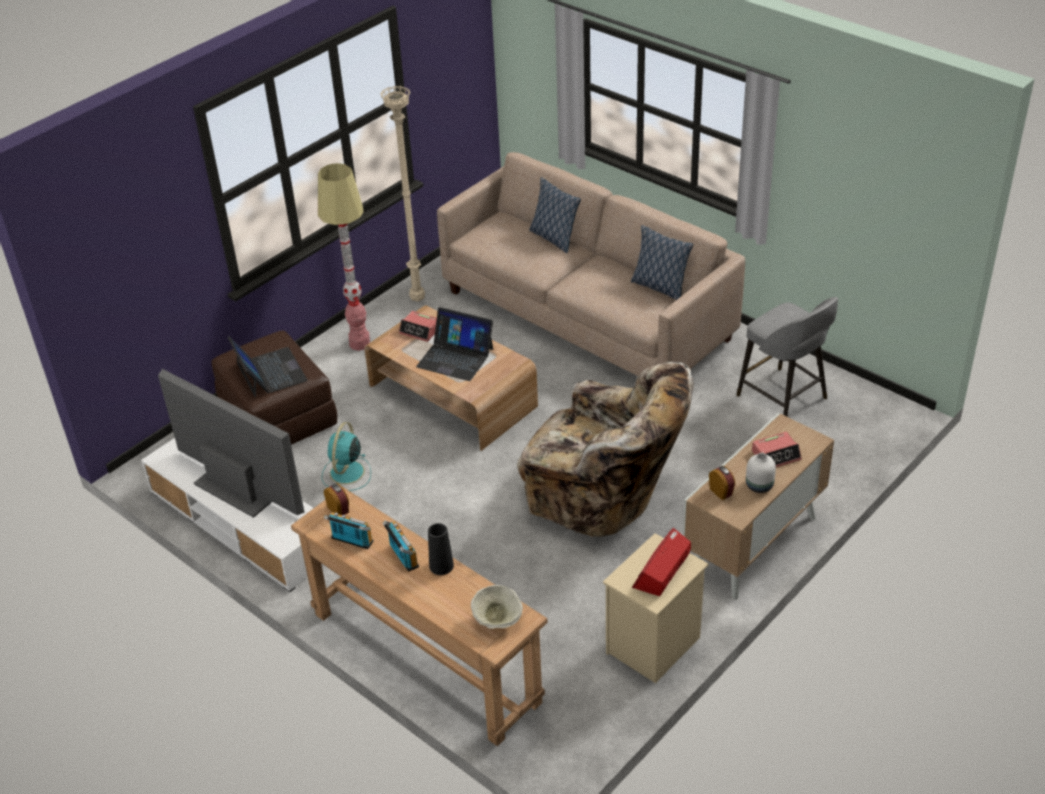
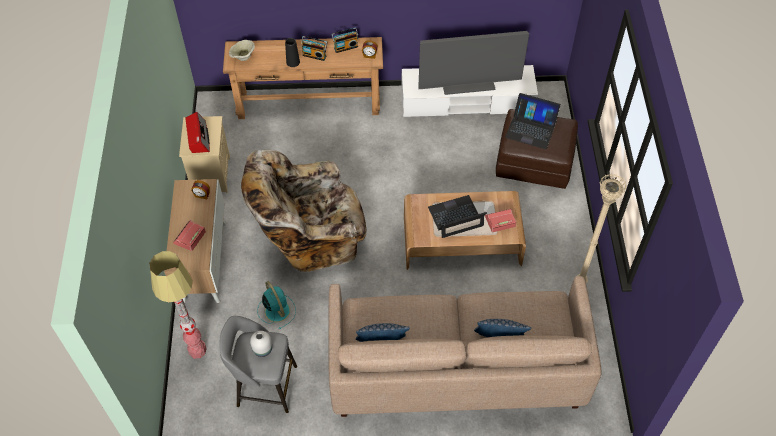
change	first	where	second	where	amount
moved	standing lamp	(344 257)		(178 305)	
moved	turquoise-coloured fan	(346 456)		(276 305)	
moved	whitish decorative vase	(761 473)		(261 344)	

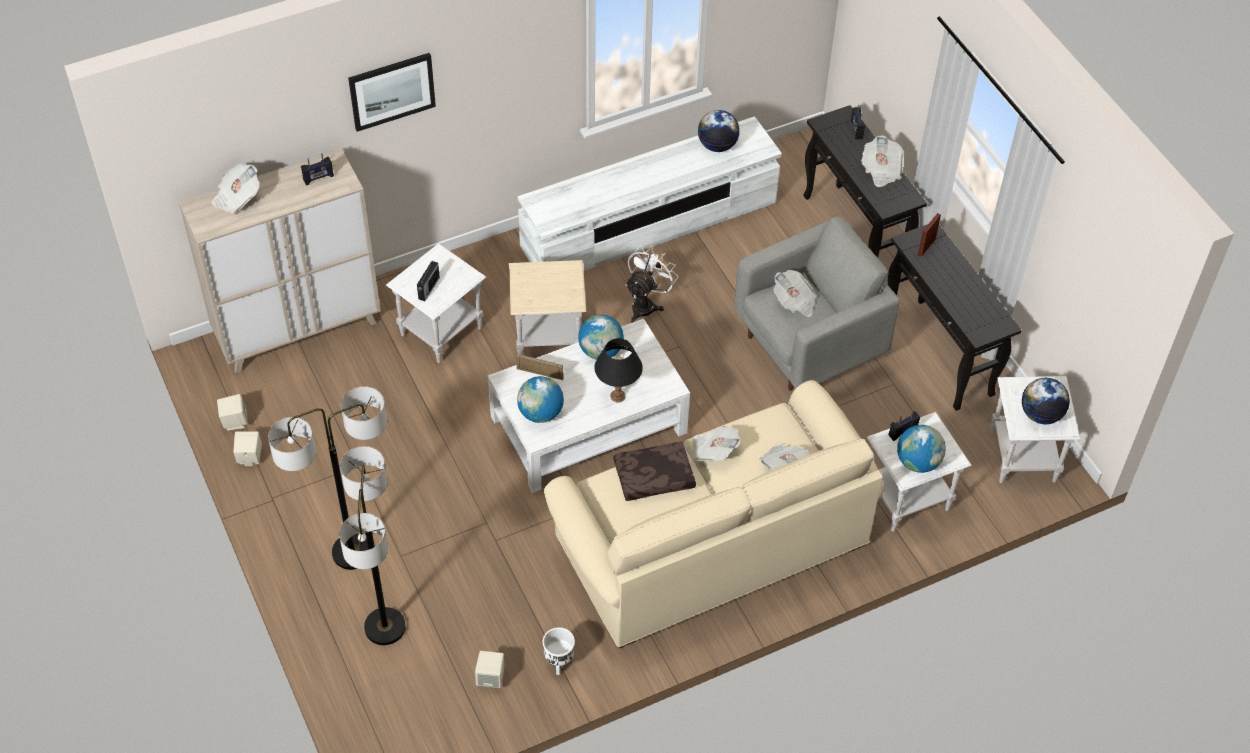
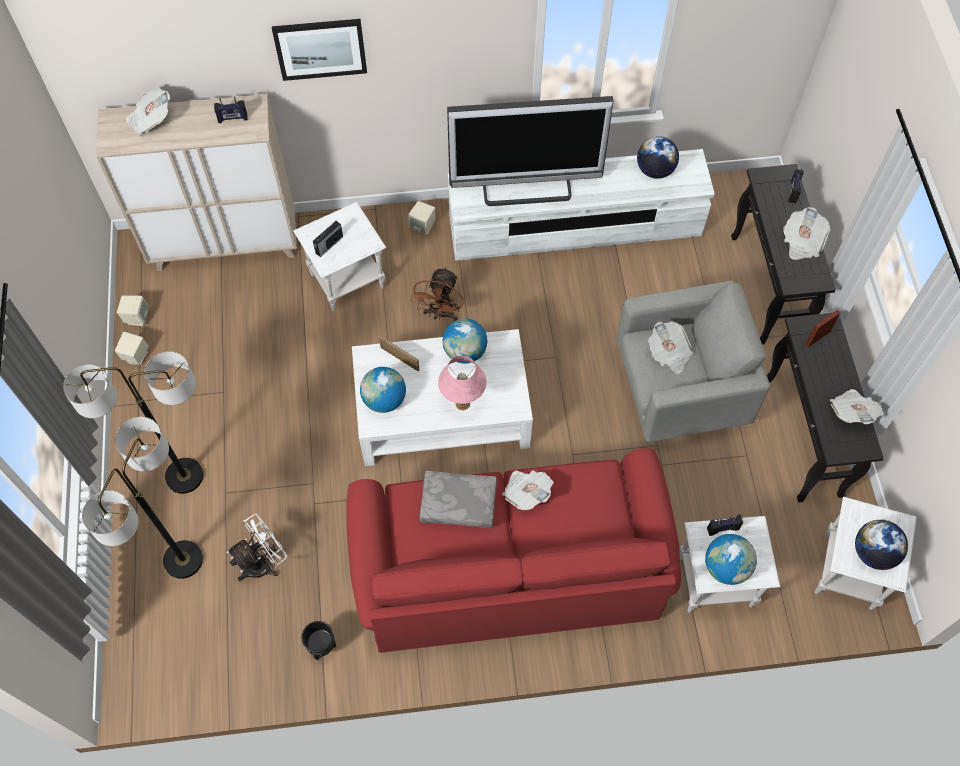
change	first	where	second	where	amount
added			TV	(530 151)	
moved	beige loudspeaker	(489 669)		(421 218)	
moved	whitish fan	(651 284)		(257 547)	
moved	printed paper	(784 457)		(857 406)	
replaced	beige end table	(547 307)	brown fan	(437 294)	
recoloured	whitish plant pot	(559 651)	blackish plant pot	(319 640)	
recoloured	beige settee	(714 514)	red-coloured settee	(513 550)	
recoloured	blackish table lamp	(618 370)	pink-coloured table lamp	(462 383)	
recoloured	brown cushion	(654 471)	grey cushion	(458 499)	

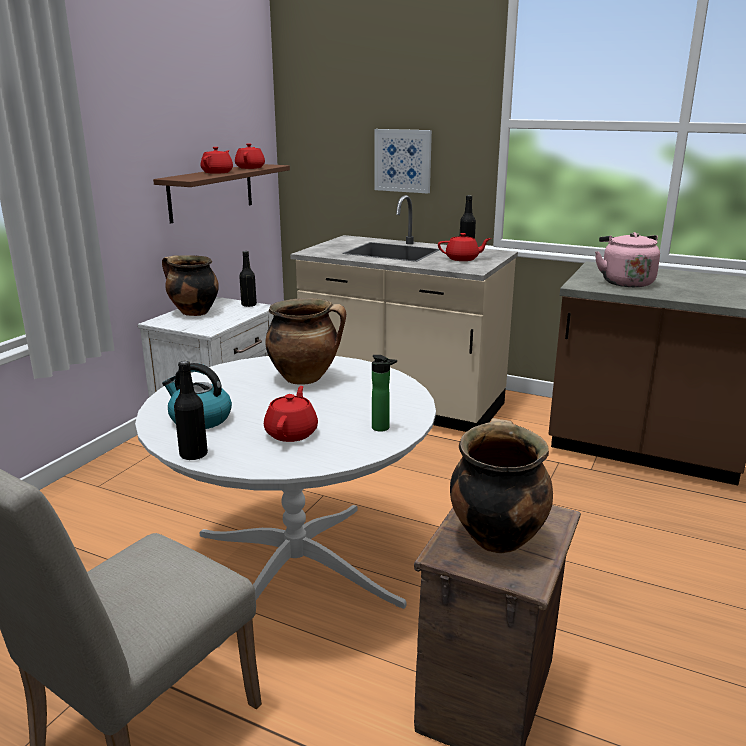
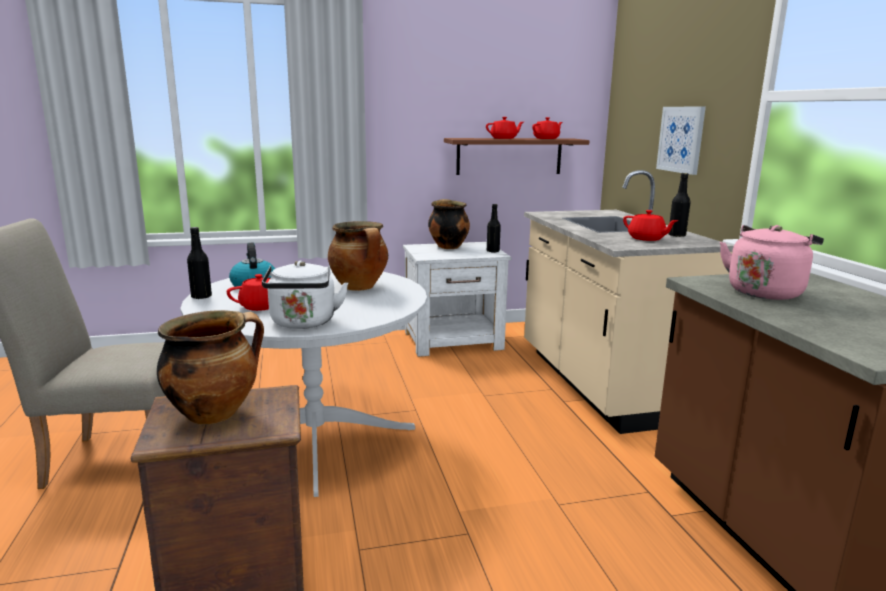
change	first	where	second	where	amount
replaced	bottle	(384 393)	whitish tea kettle	(305 295)	

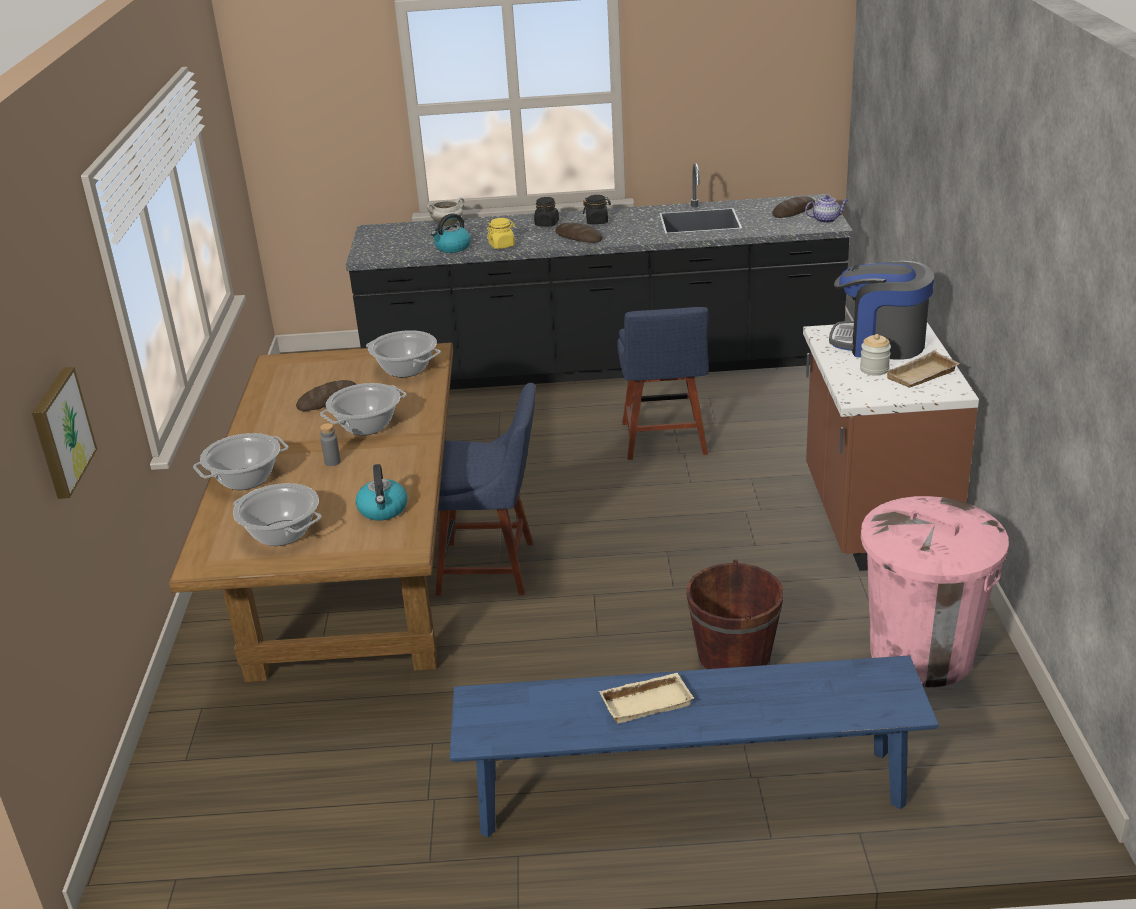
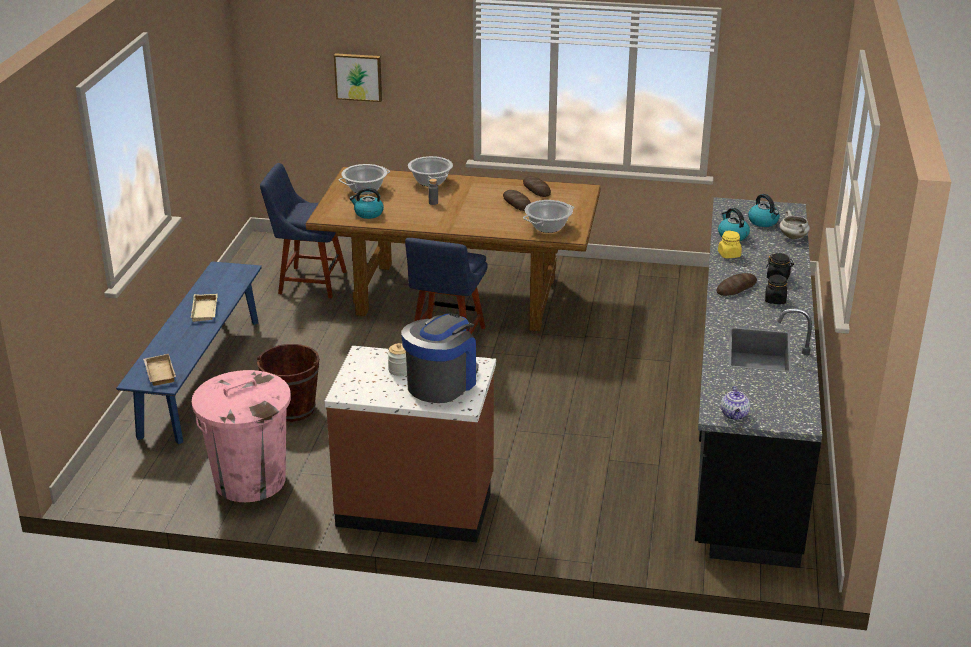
change	first	where	second	where	amount
removed	stockpot	(363 409)			
added			tea kettle	(764 210)	
moved	blue plain chair	(663 383)		(303 231)	
moved	bakery bread	(793 207)		(537 186)	
moved	beige tray	(922 369)		(159 370)	

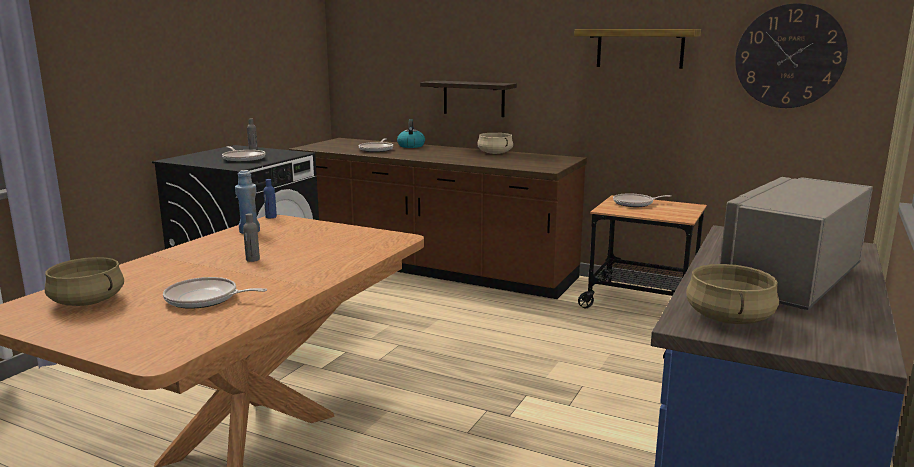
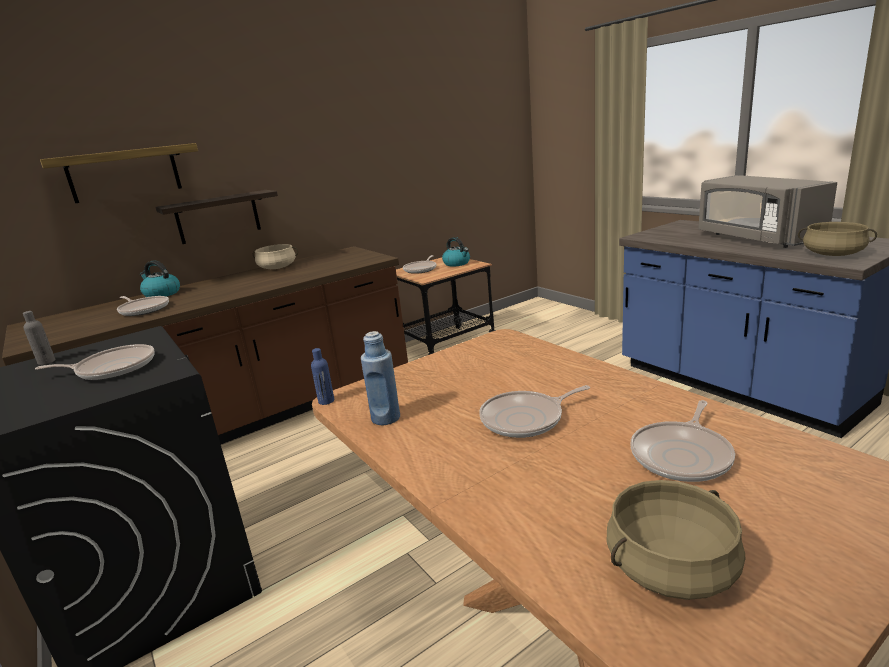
change	first	where	second	where	amount
removed	wall clock	(791 55)			
added			tea kettle	(456 252)	
moved	shelf	(637 49)		(119 173)	
replaced	grey bottle	(251 237)	frying pan	(534 411)	

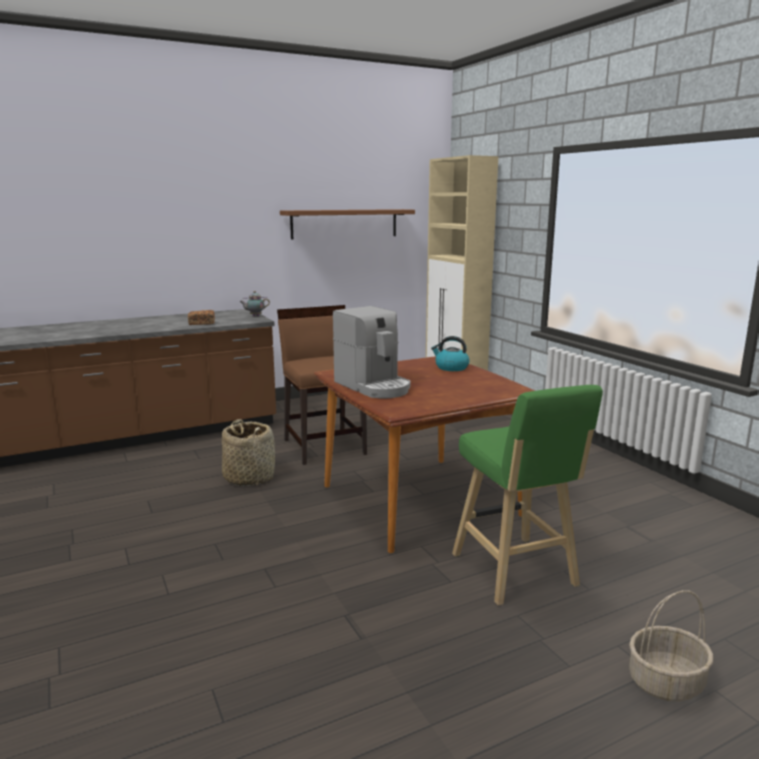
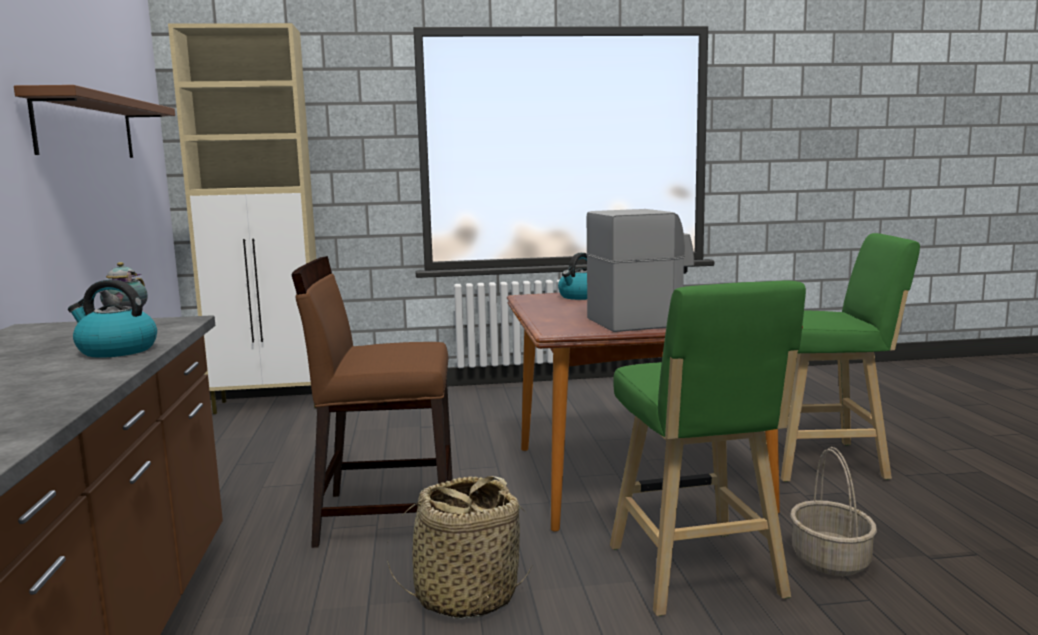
change	first	where	second	where	amount
added			green-coloured stool	(708 448)	
moved	basket	(671 645)		(833 511)	
replaced	bakery bread	(201 317)	tea kettle	(112 318)	

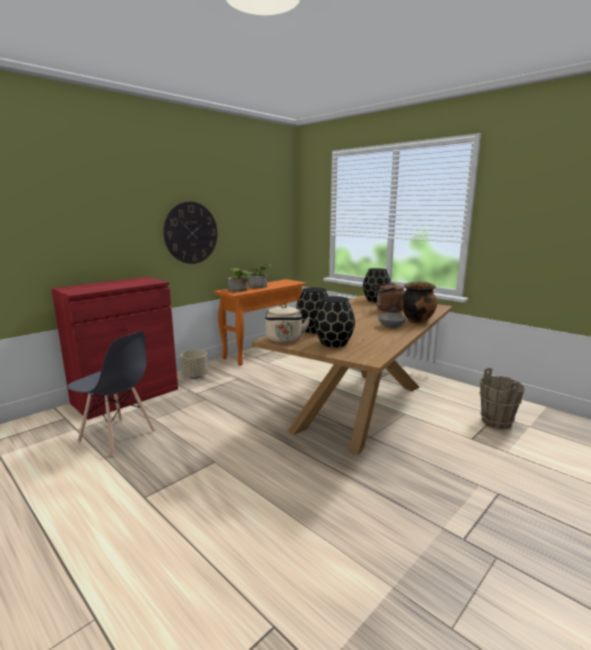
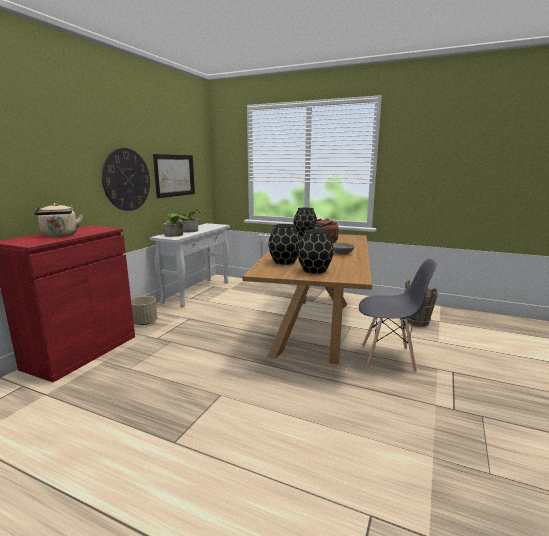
change	first	where	second	where	amount
removed	stockpot	(419 302)			
added			wall art	(174 176)	
moved	grey plain chair	(111 394)		(398 315)	
moved	beige tea kettle	(288 324)		(58 220)	
recoloured	orange hall table	(260 322)	whitish hall table	(190 265)	

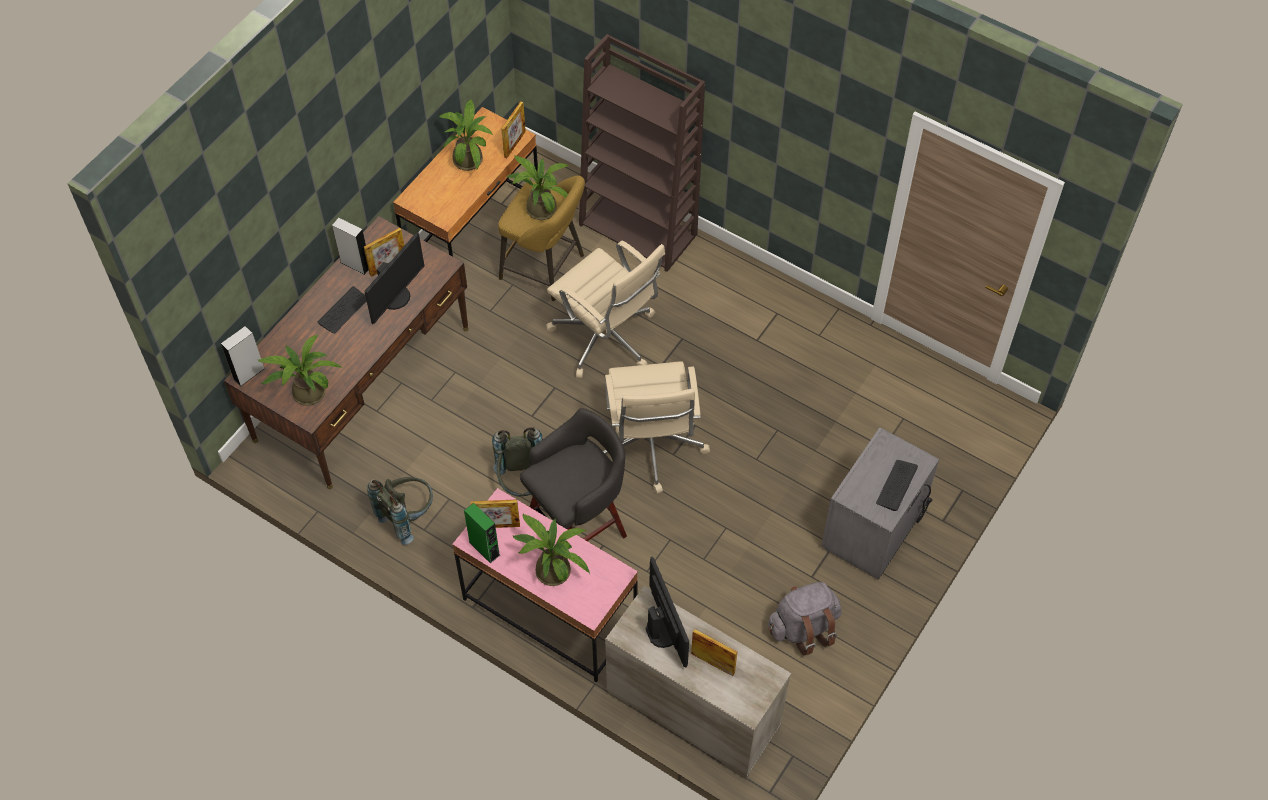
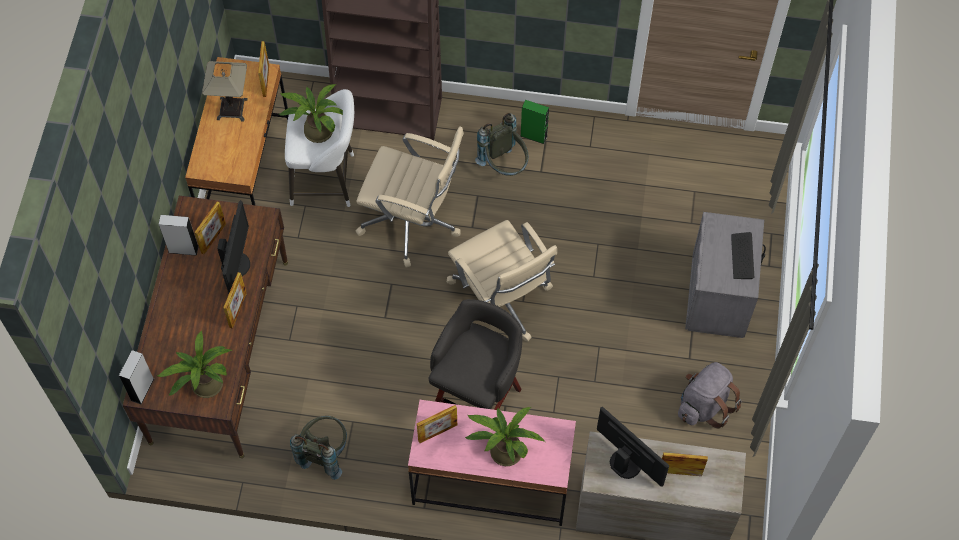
change	first	where	second	where	amount
removed	PC keyboard	(341 310)			
added			photo frame	(235 300)	
moved	green-coloured loudspeaker	(482 533)		(534 122)	
moved	grey backpack	(517 461)		(502 144)	
replaced	potted plant	(466 135)	table lamp	(225 91)	
recoloured	yellowish stool	(541 238)	whitish stool	(319 148)	

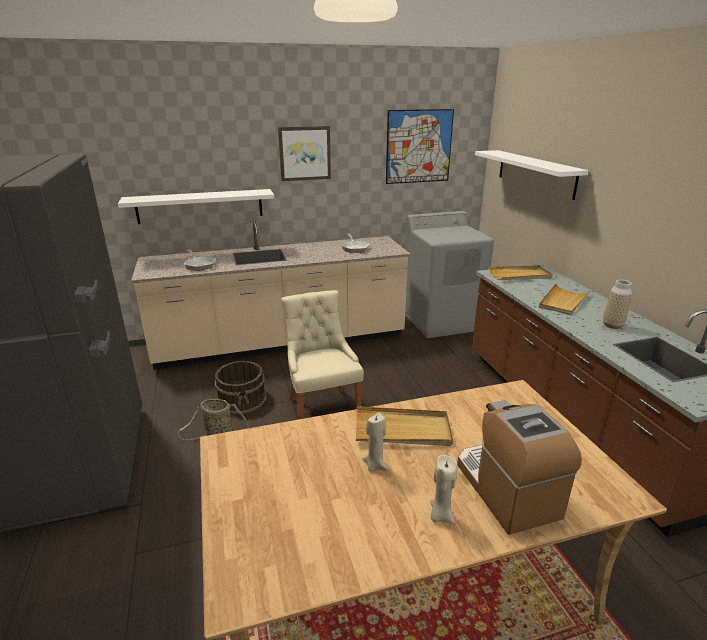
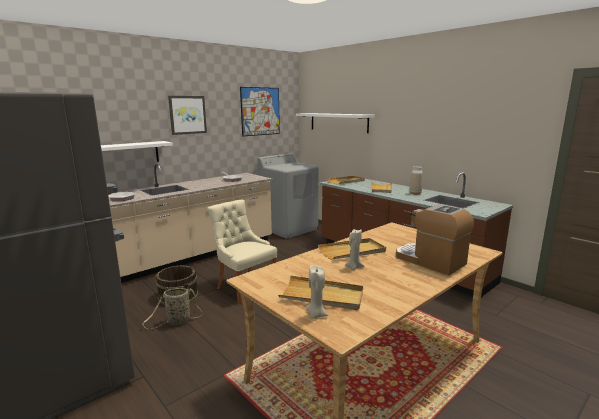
change	first	where	second	where	amount
added			beige tray	(320 293)	
moved	beige candle	(444 489)		(317 292)	

